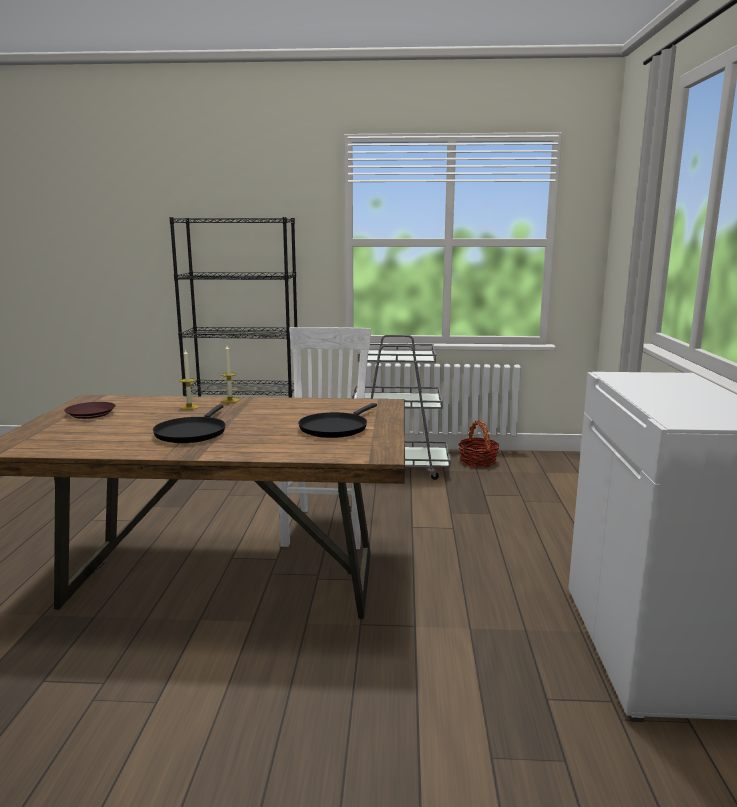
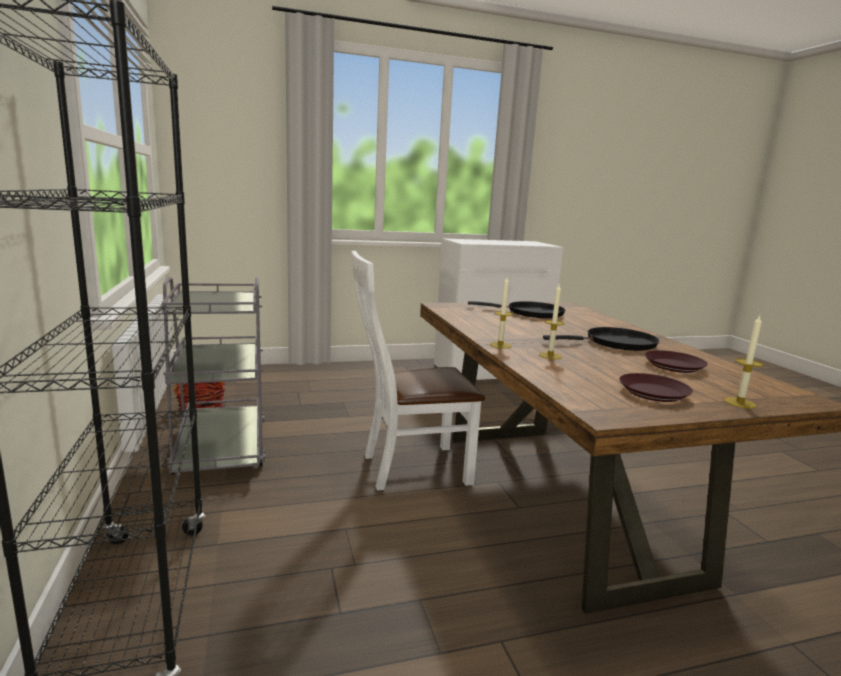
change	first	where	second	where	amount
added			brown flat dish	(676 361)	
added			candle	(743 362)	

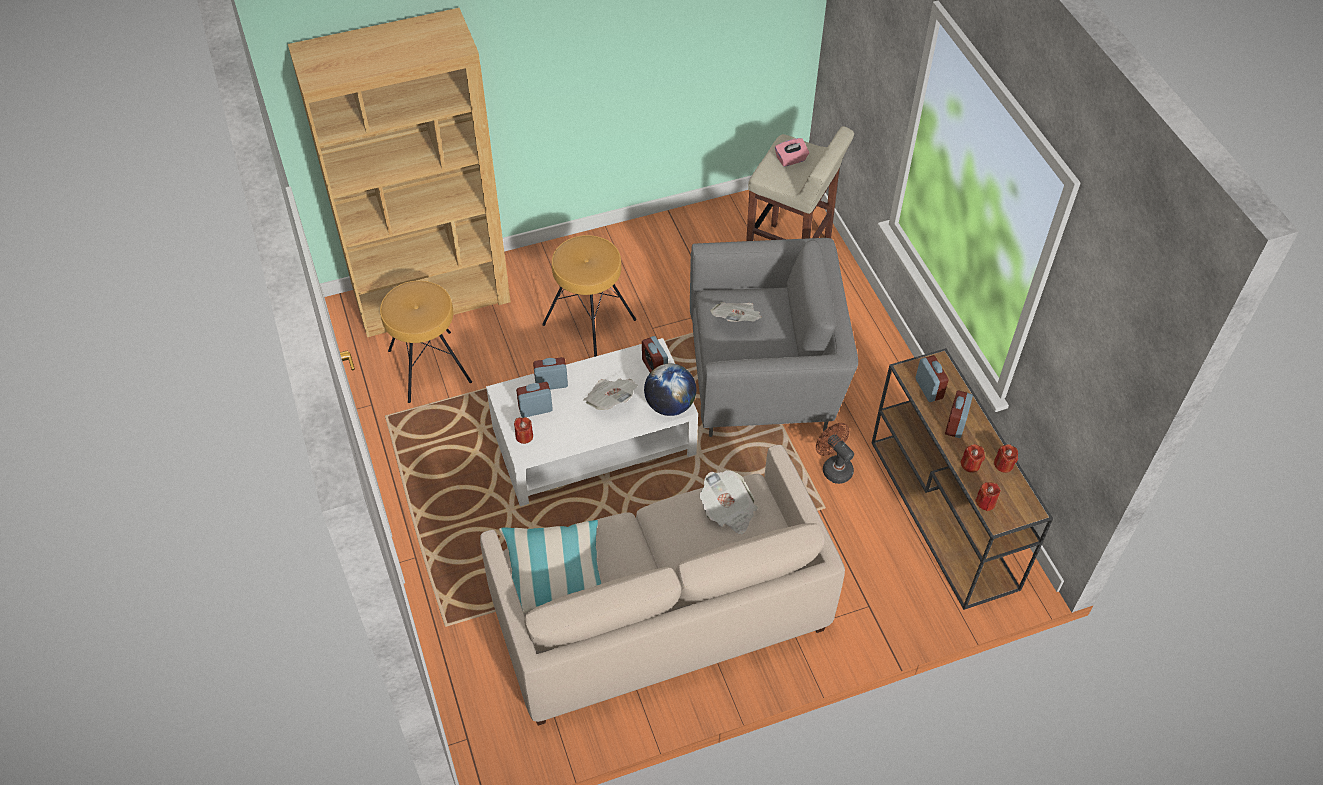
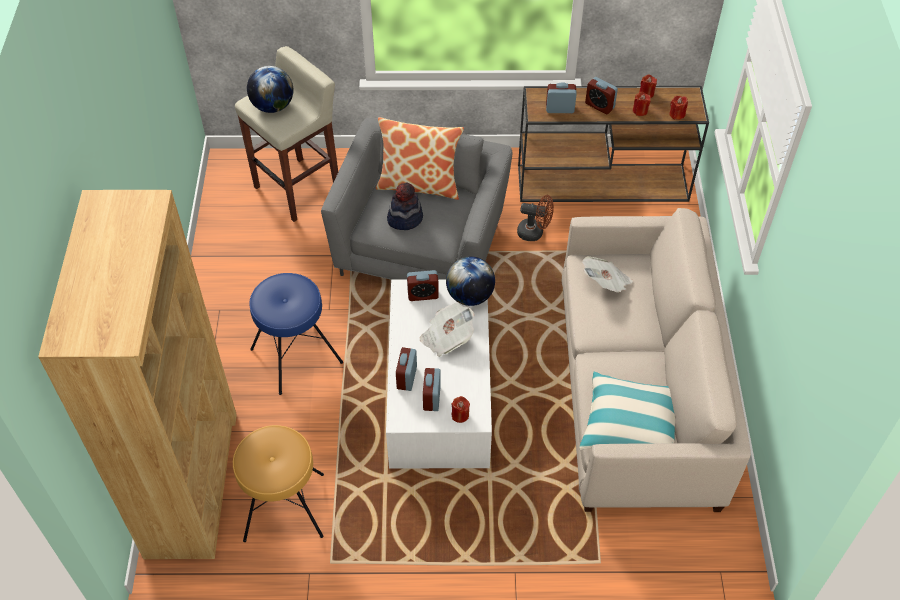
change	first	where	second	where	amount
added			cushion	(420 158)	
replaced	printed paper	(736 312)	hat	(405 206)	
replaced	pink-coloured tissue box	(792 152)	desk globe	(270 89)	
recoloured	brown stool	(589 296)	blue stool	(296 334)	
turned	brown fan	(835 453)		(535 218)	150 degrees counterclockwise

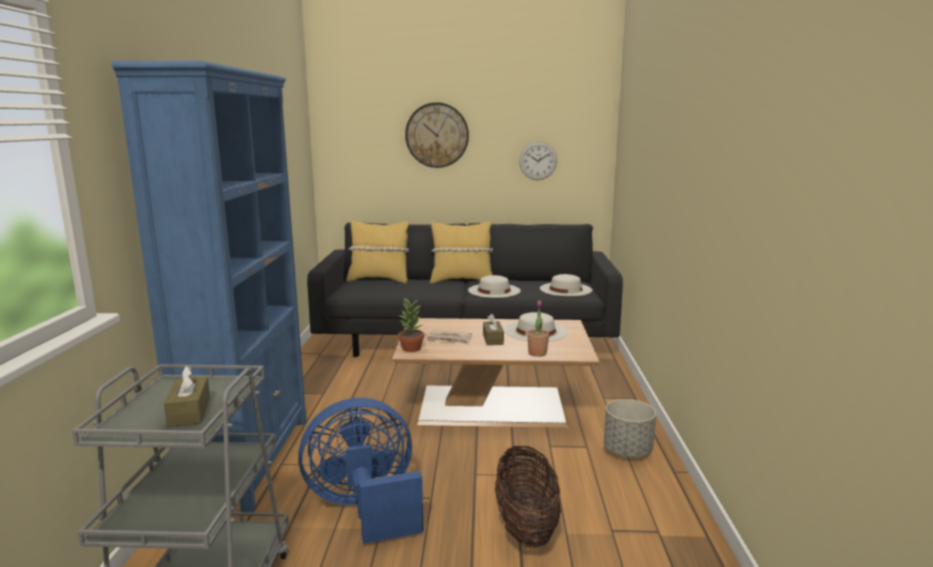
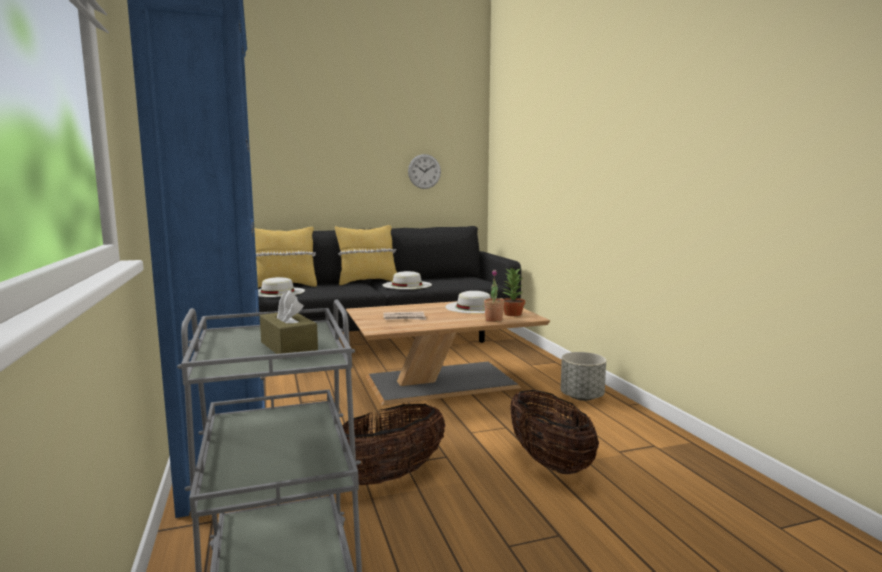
change	first	where	second	where	amount
removed	wall clock	(437 135)			
removed	brown tissue box	(493 329)			
moved	potted plant	(411 325)		(513 292)	
moved	whitish hat	(566 285)		(281 287)	
replaced	blue fan	(360 471)	basket	(393 444)	

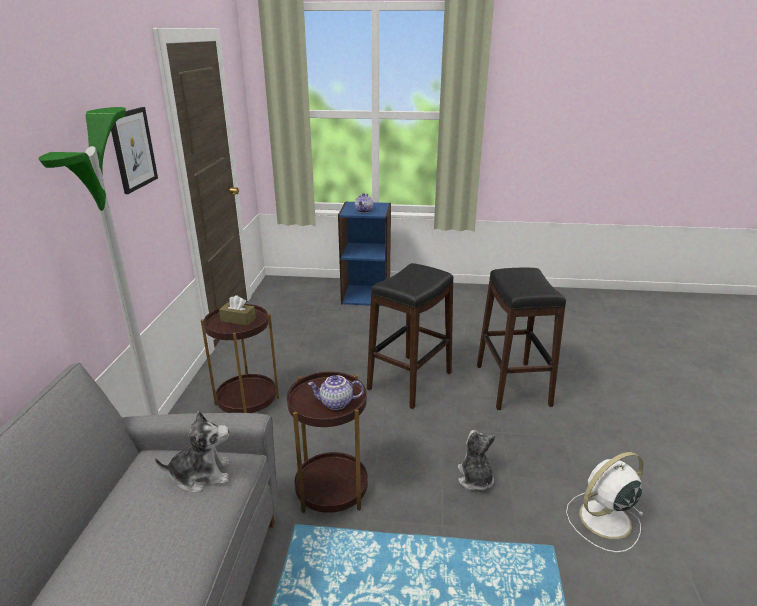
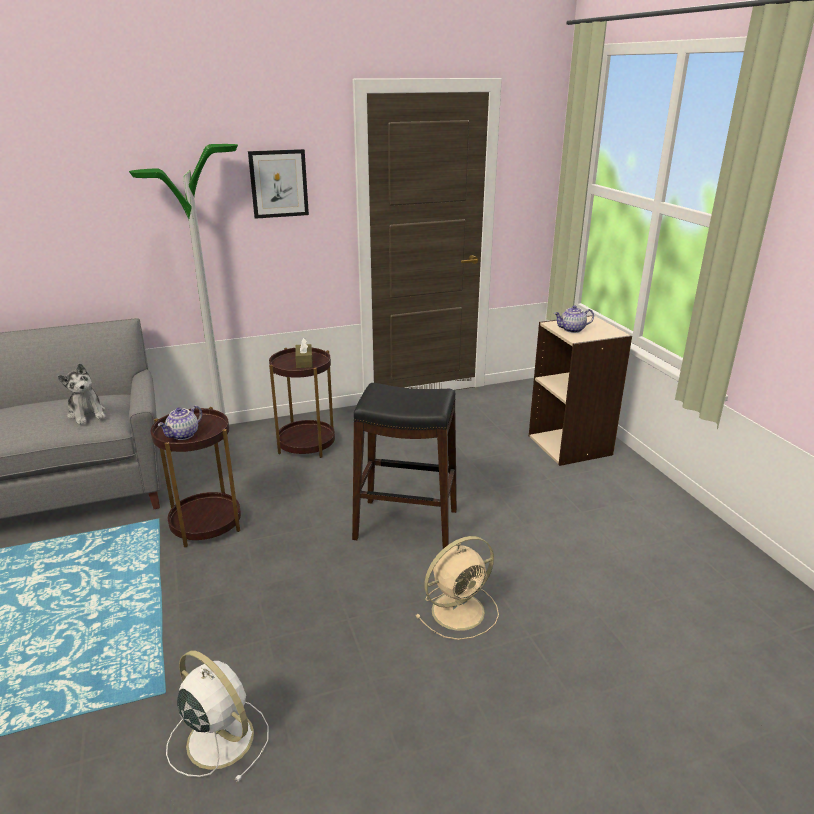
change	first	where	second	where	amount
removed	soft toy	(477 460)			
replaced	blackish stool	(521 339)	beige fan	(457 588)	
recoloured	blue shelving unit	(364 253)	beige shelving unit	(580 390)	
turned	tea pot	(336 392)		(180 422)	120 degrees counterclockwise

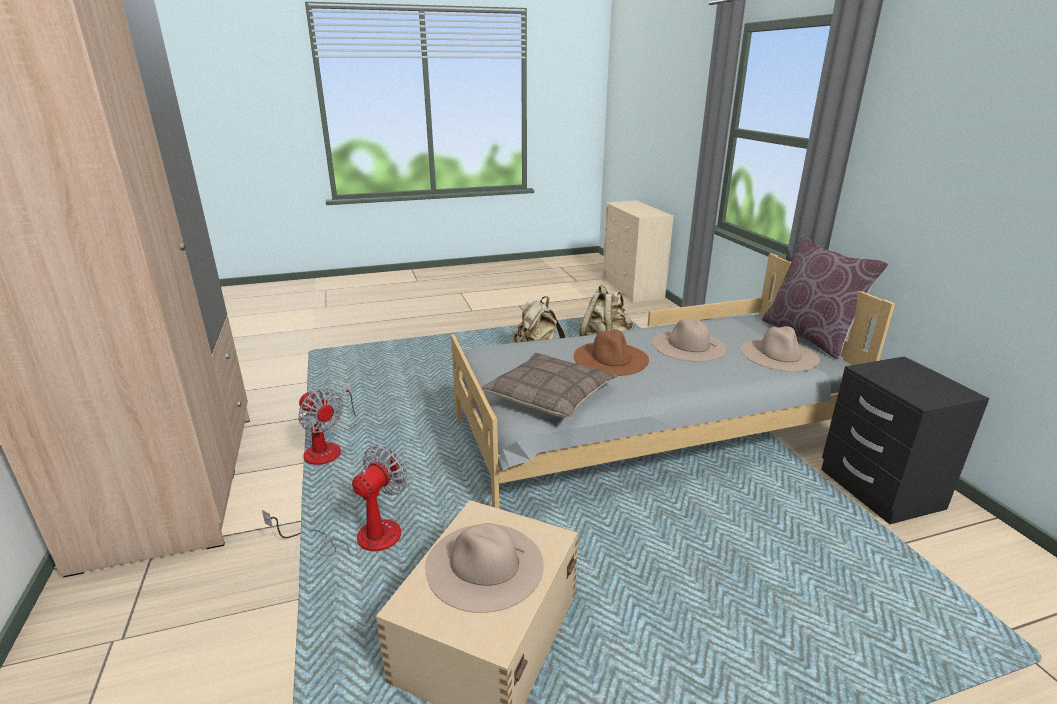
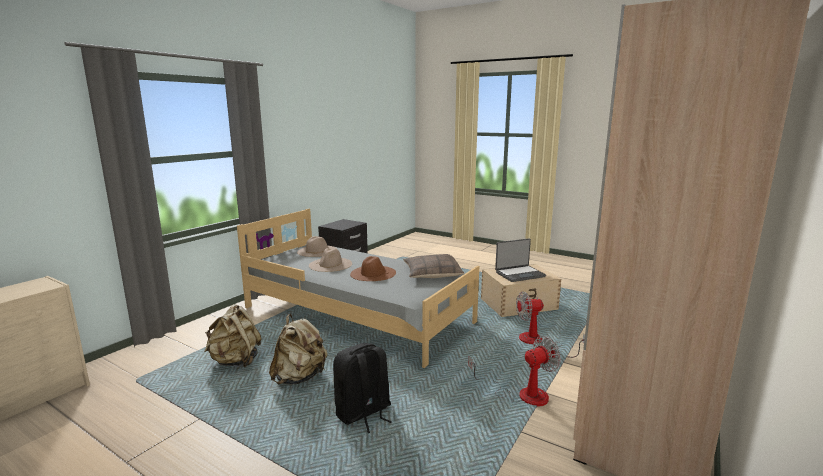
change	first	where	second	where	amount
removed	brown cushion	(825 297)			
added			blackish backpack	(362 388)	
replaced	beige hat	(484 568)	portable computer	(520 260)	
turned	fan	(327 423)		(514 371)	60 degrees clockwise

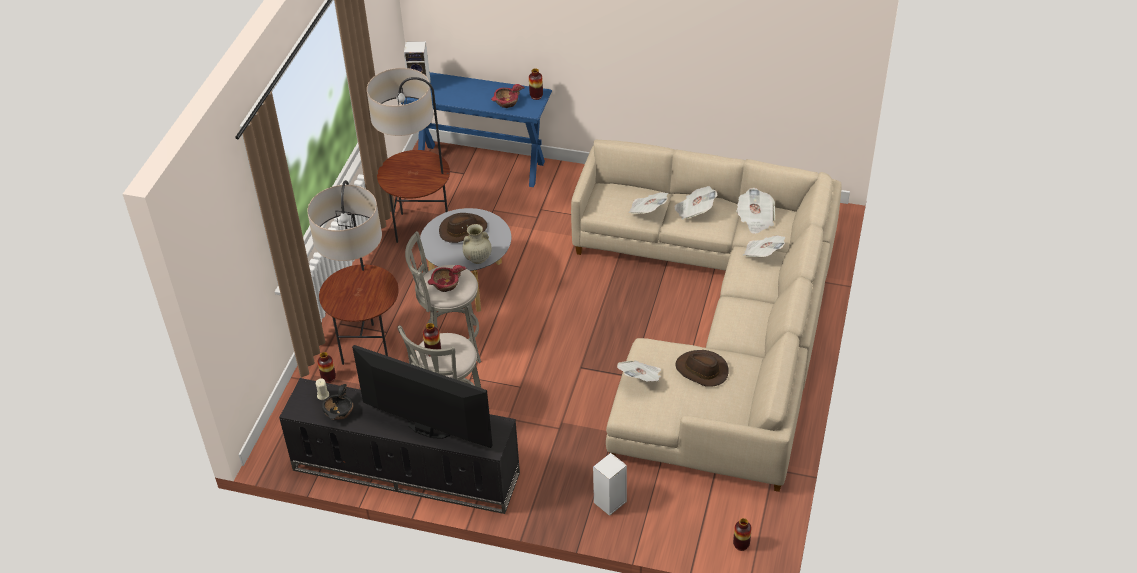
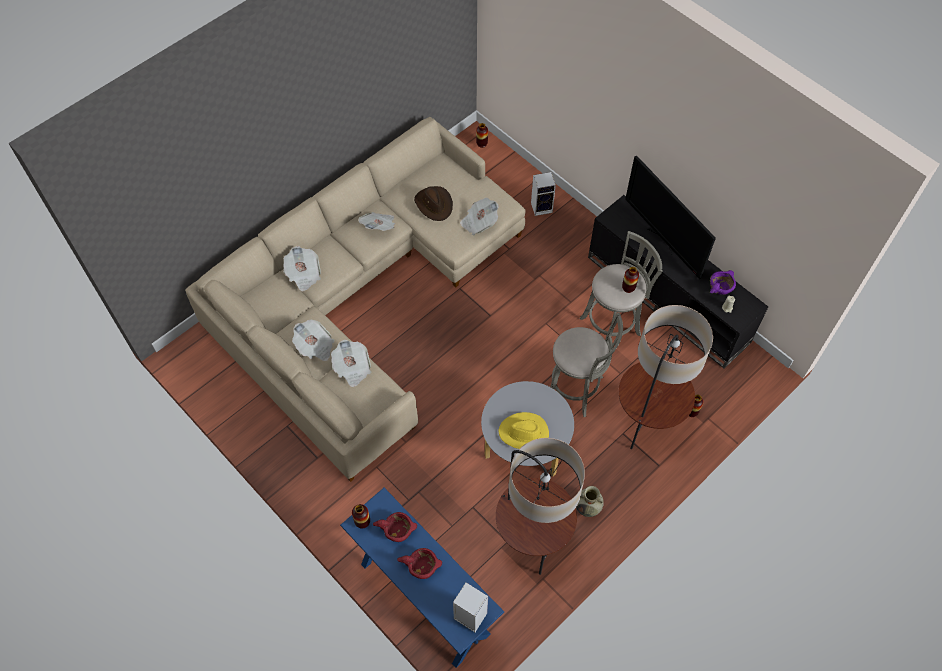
change	first	where	second	where	amount
moved	red-coloured serving bowl	(447 278)		(419 563)	
moved	beige decorative vase	(477 244)		(590 501)	
moved	printed paper	(756 211)		(376 221)	
recoloured	blackish serving bowl	(337 402)	purple serving bowl	(723 282)	
recoloured	brown hat	(463 228)	yellowish hat	(523 430)	

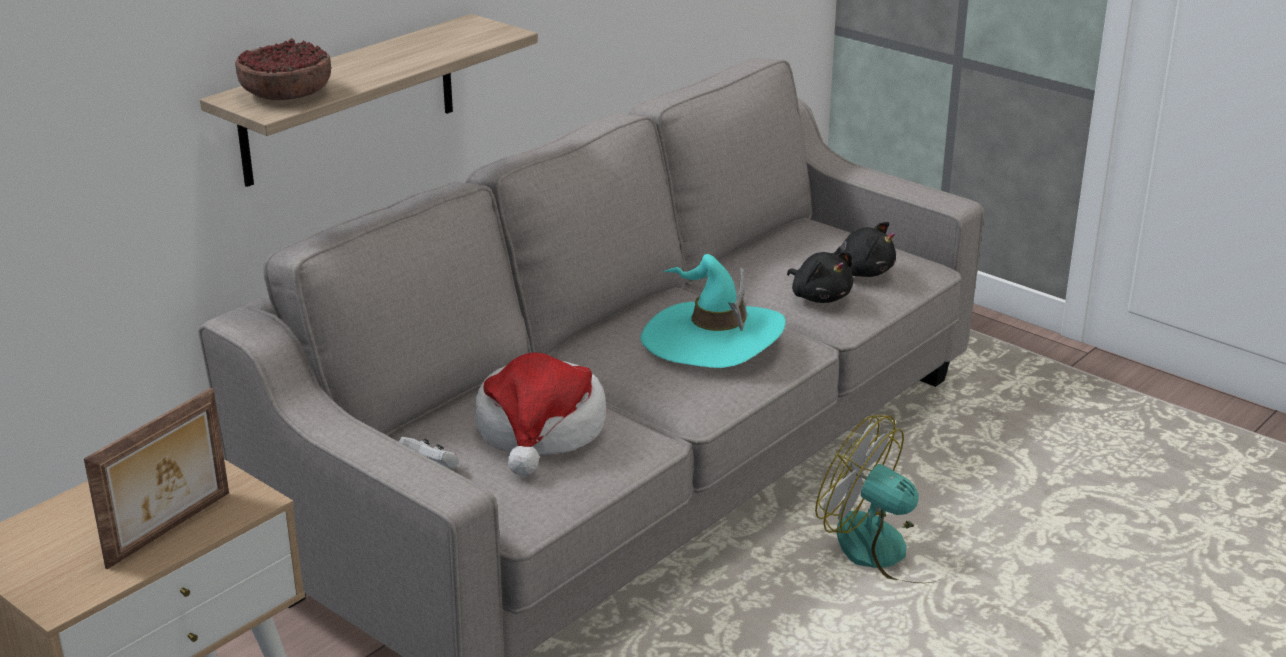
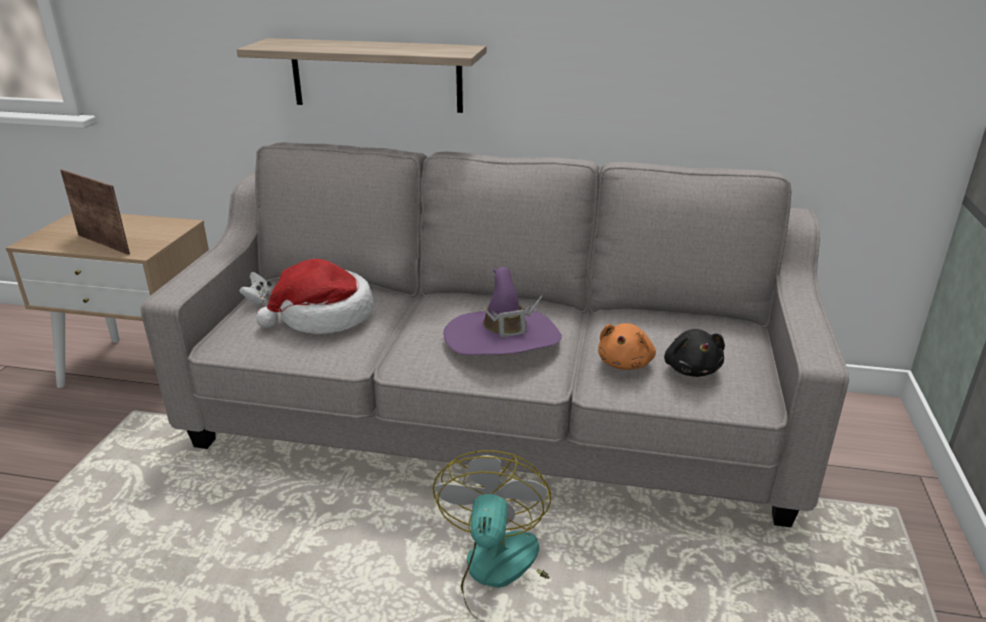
change	first	where	second	where	amount
removed	serving bowl	(283 69)			
recoloured	turquoise-coloured hat	(713 311)	purple hat	(502 311)	
recoloured	blackish soft toy	(820 277)	orange soft toy	(627 346)	
turned	photo frame	(156 478)		(95 212)	150 degrees counterclockwise

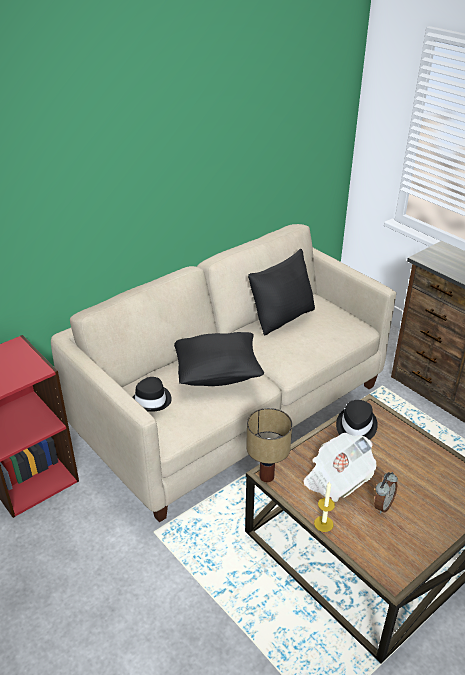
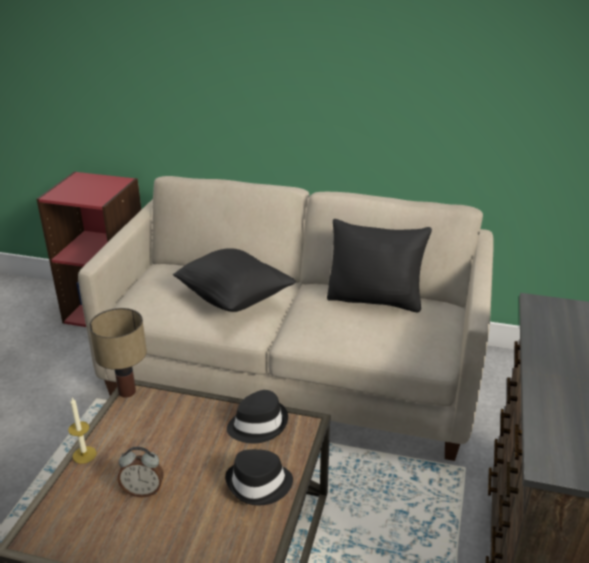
change	first	where	second	where	amount
removed	printed paper	(340 467)			
moved	blackish hat	(152 394)		(259 477)	

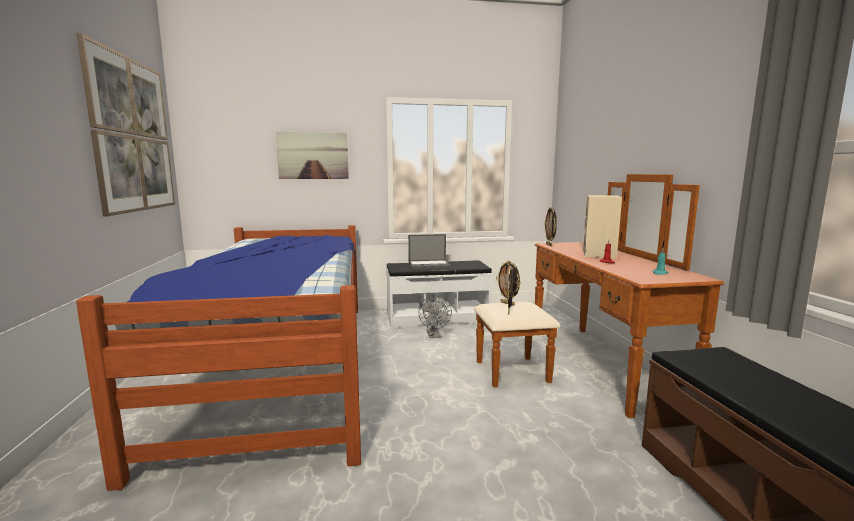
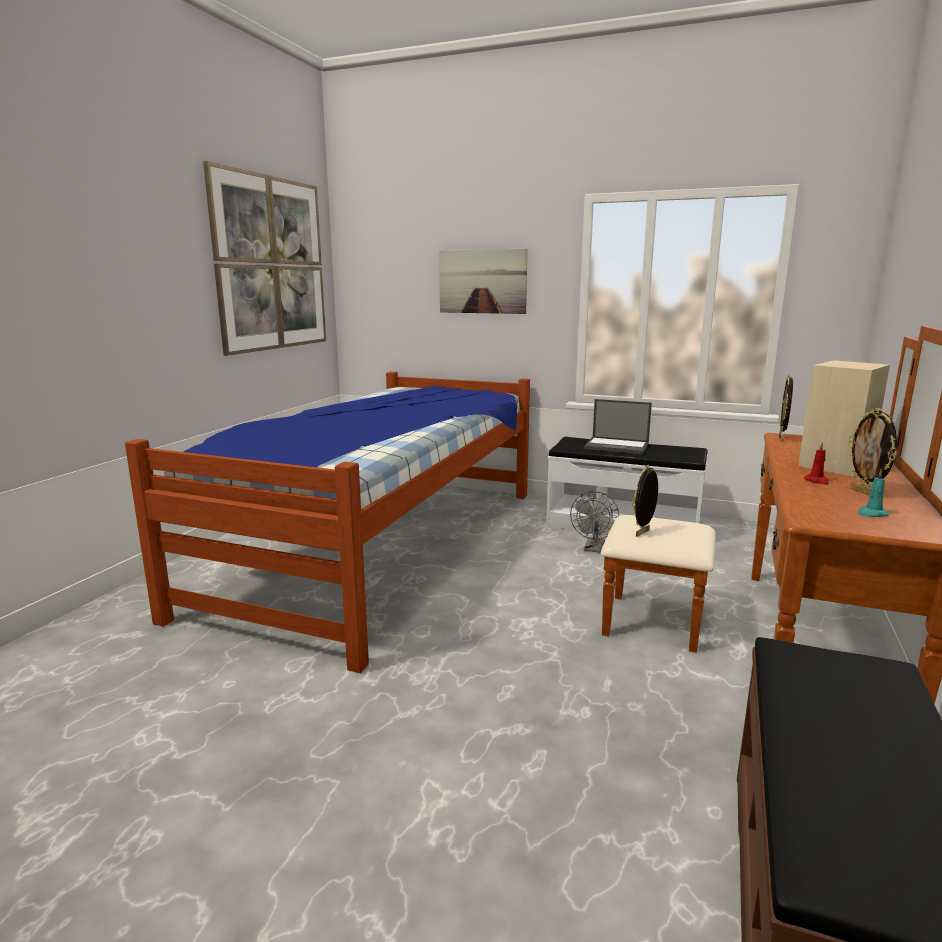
change	first	where	second	where	amount
moved	photo frame	(508 283)		(872 452)	

